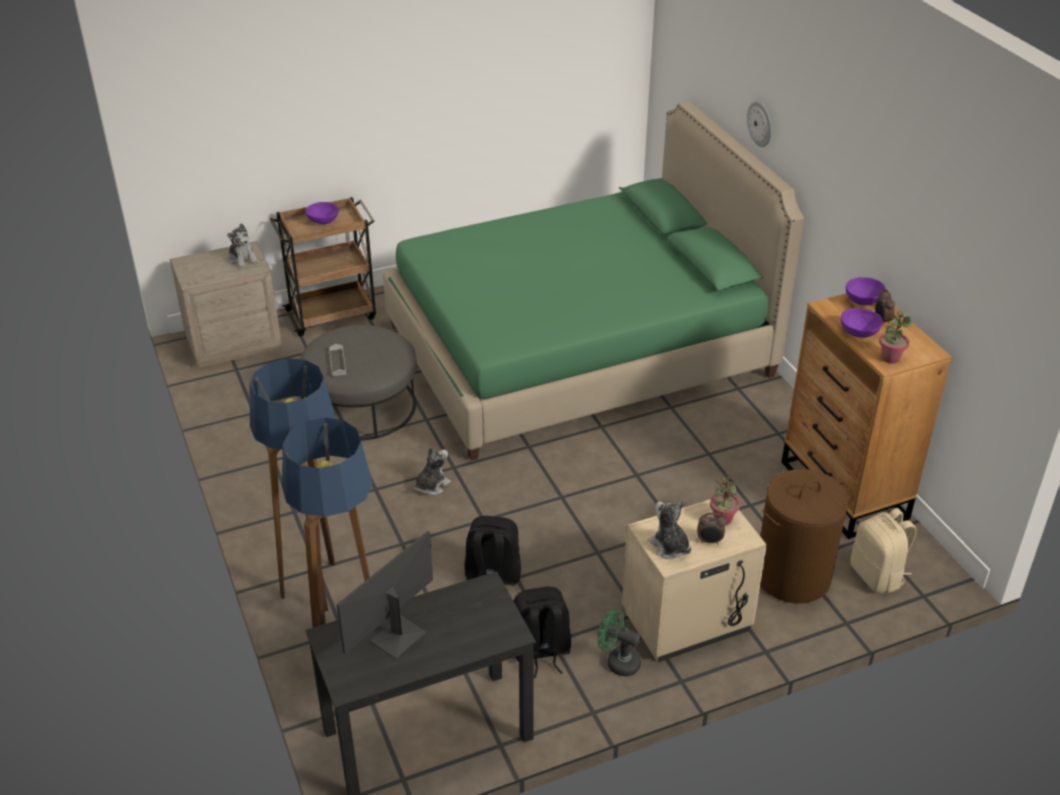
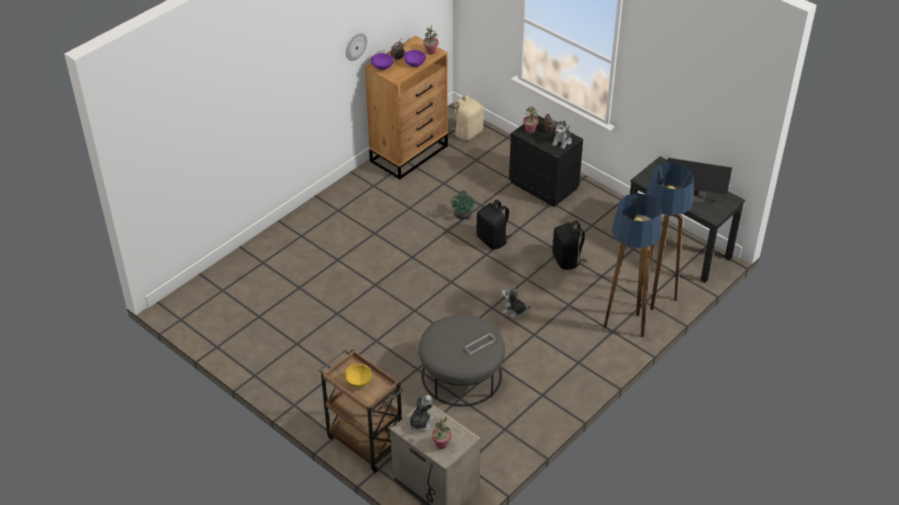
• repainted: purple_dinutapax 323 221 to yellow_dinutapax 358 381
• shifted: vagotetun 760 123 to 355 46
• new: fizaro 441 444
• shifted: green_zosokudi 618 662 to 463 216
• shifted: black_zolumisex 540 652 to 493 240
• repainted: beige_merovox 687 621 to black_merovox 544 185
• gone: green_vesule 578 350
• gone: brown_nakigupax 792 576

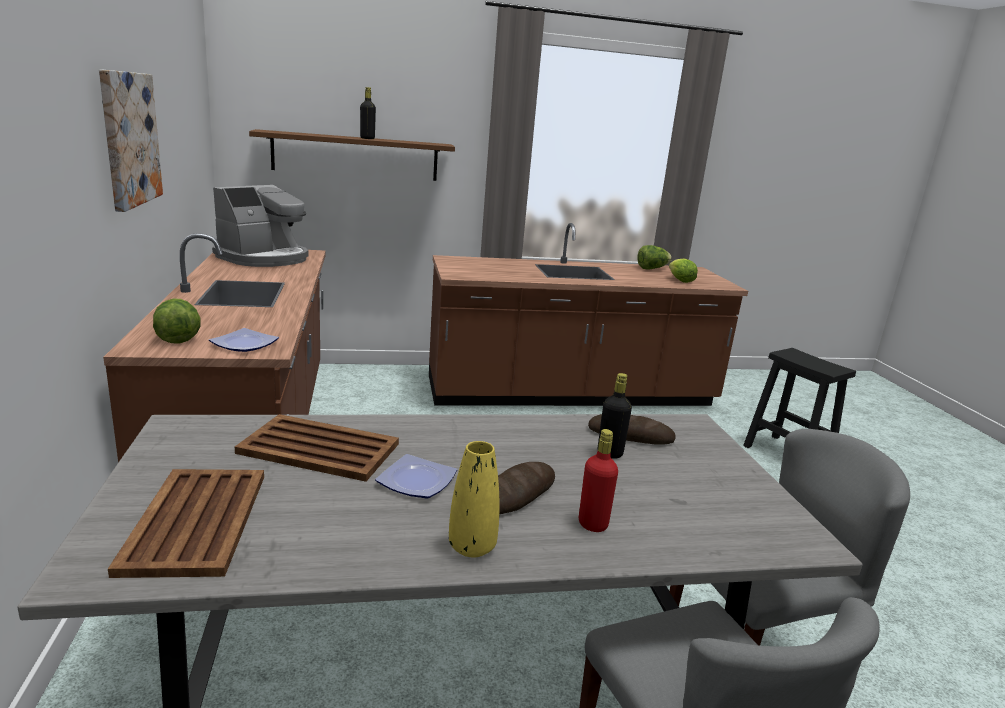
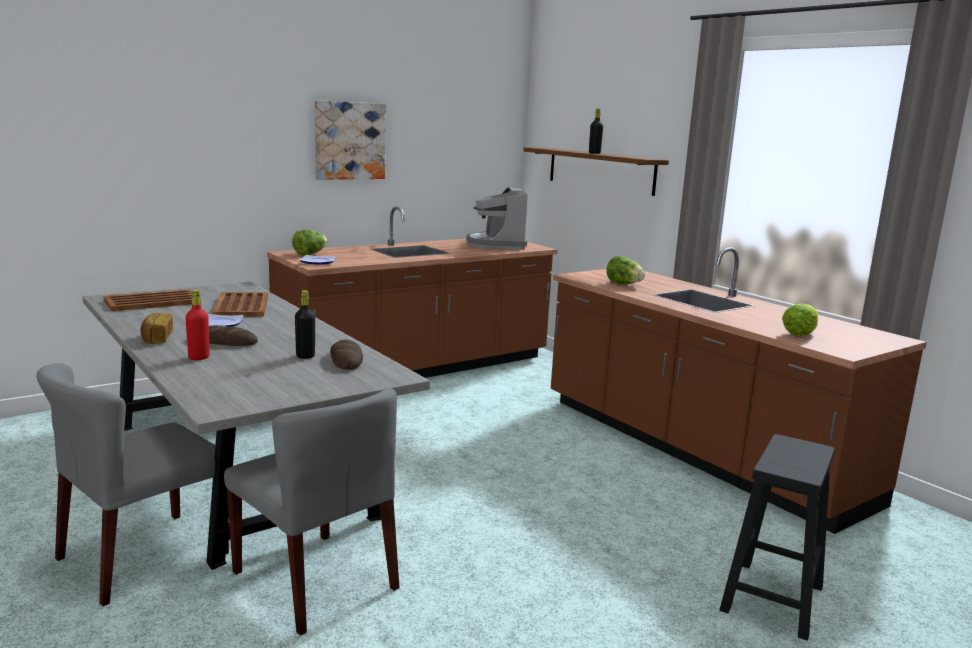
• swapped: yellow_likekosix 472 547 to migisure 156 339
• rotated: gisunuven 264 258 = 497 244 75 degrees clockwise
• shifted: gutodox 652 268 to 624 284

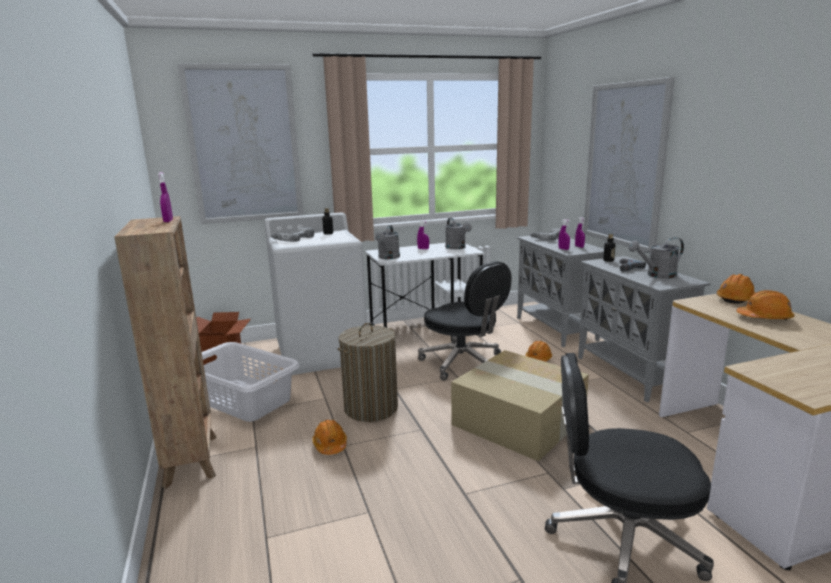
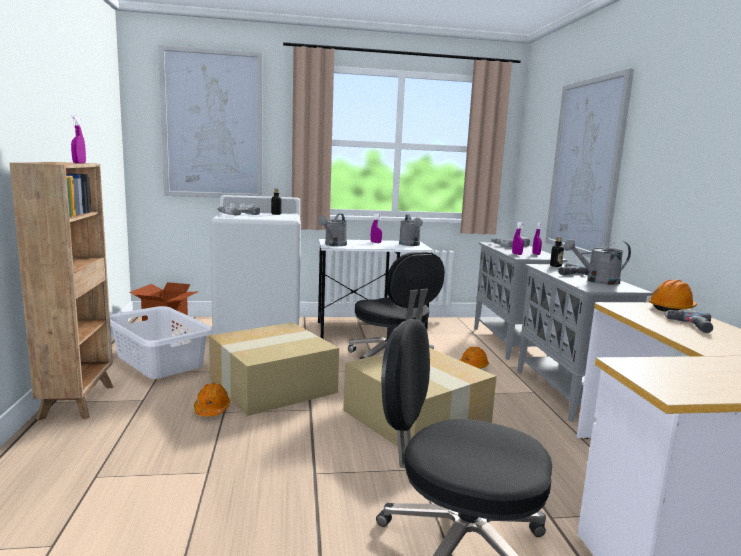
• swapped: nakigupax 371 408 to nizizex 273 384
• swapped: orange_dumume 764 317 to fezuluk 690 326

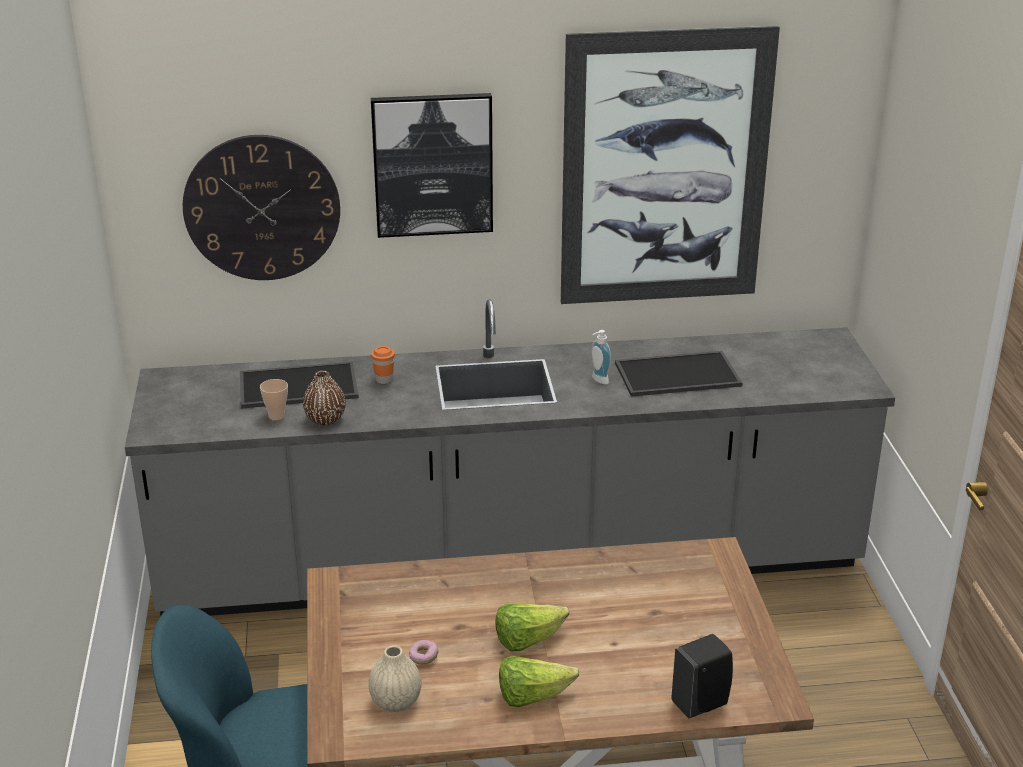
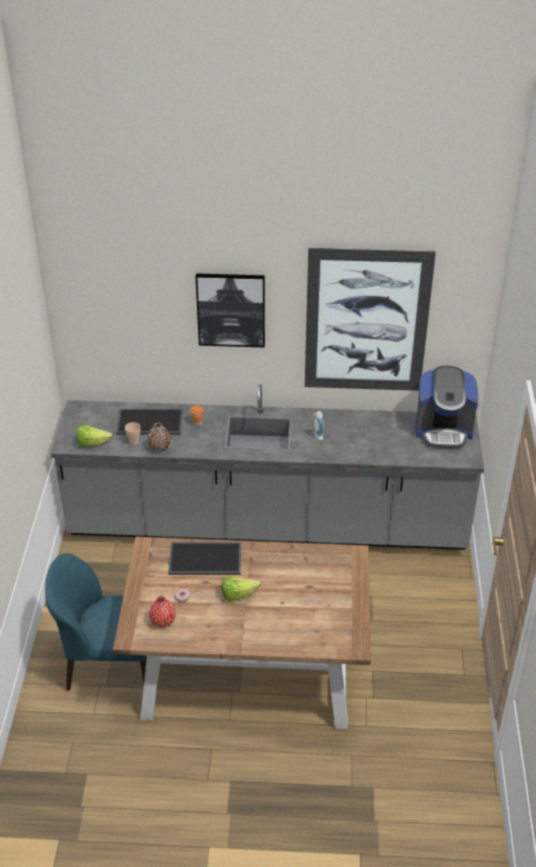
• shifted: gutodox 532 696 to 92 443
• repainted: beige_likekosix 395 701 to red_likekosix 162 621
• shifted: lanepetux 676 375 to 204 560
• new: gisunuven 443 430
• gone: vagotetun 262 208
• gone: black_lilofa 701 704

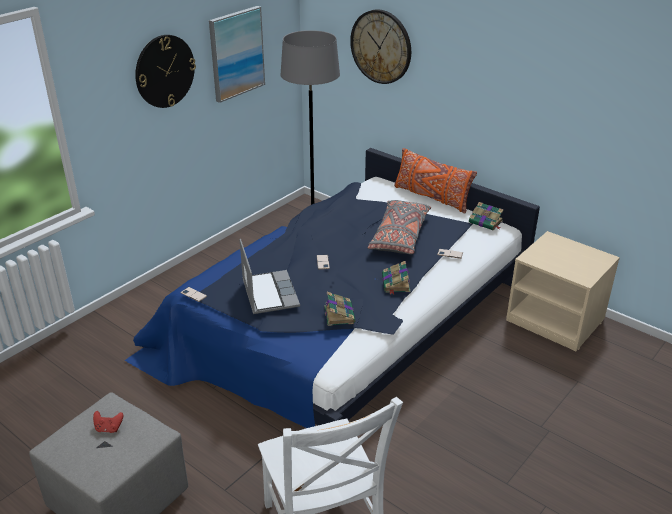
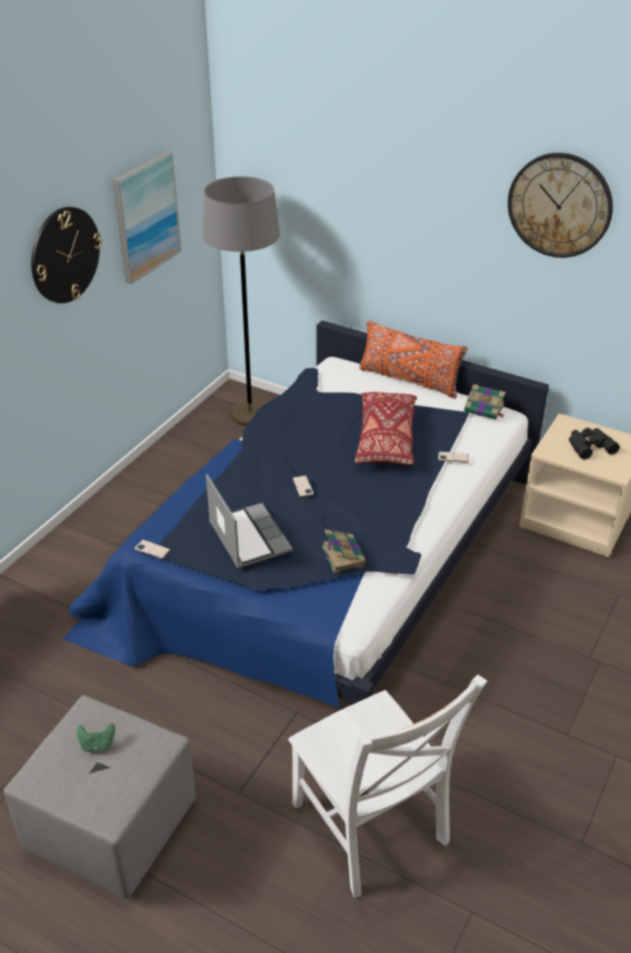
• repainted: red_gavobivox 109 428 to green_gavobivox 97 745
• repainted: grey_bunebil 399 236 to red_bunebil 386 439
• shifted: vagotetun 381 46 to 560 205
• new: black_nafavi 589 446
• gone: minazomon 396 284

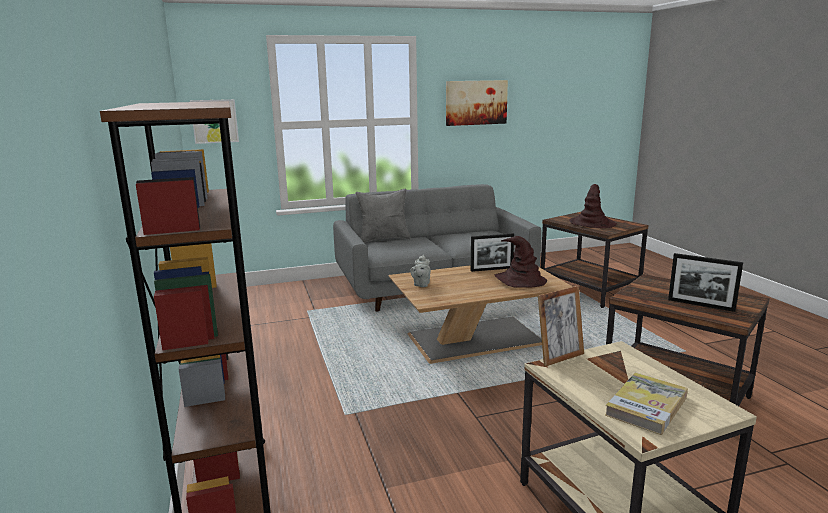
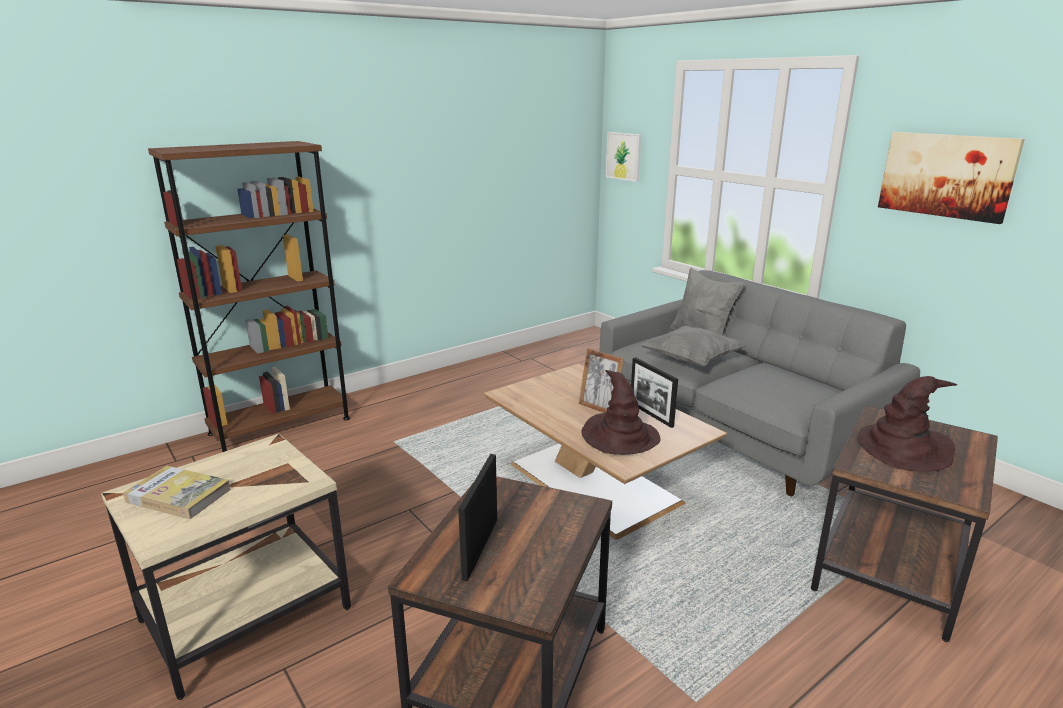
• shifted: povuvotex 559 357 to 599 408
• new: grey_bunebil 691 361
• gone: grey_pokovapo 421 284

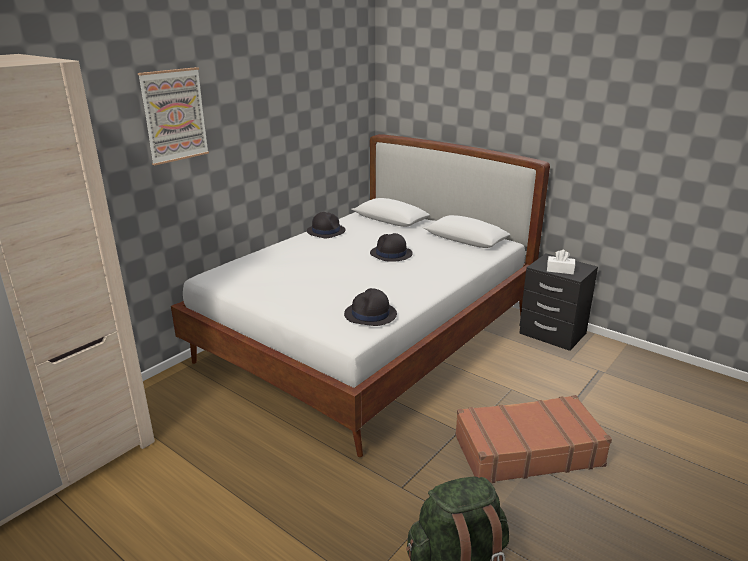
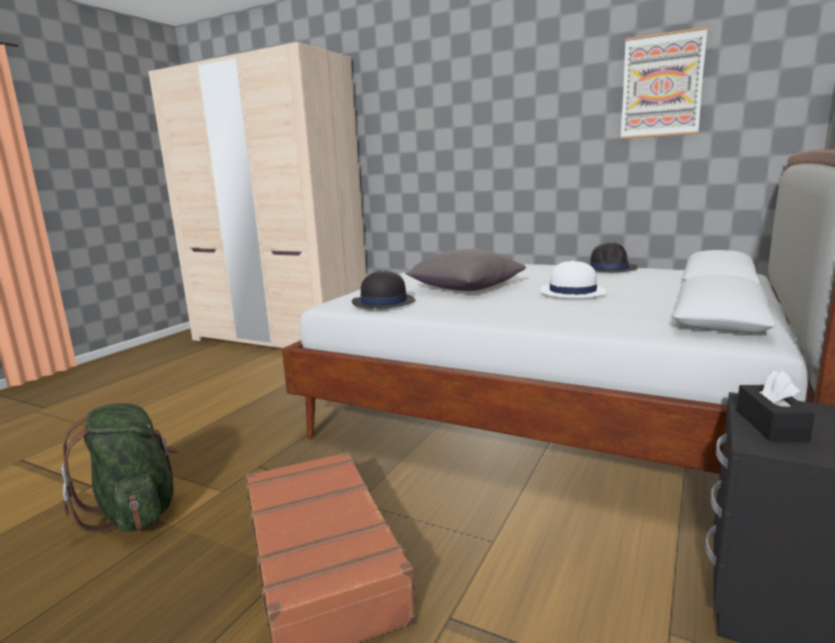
• new: grey_bunebil 465 288
• repainted: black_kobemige 391 254 to white_kobemige 572 292
• shifted: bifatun 174 115 to 661 86
• repainted: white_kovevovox 560 270 to black_kovevovox 770 425

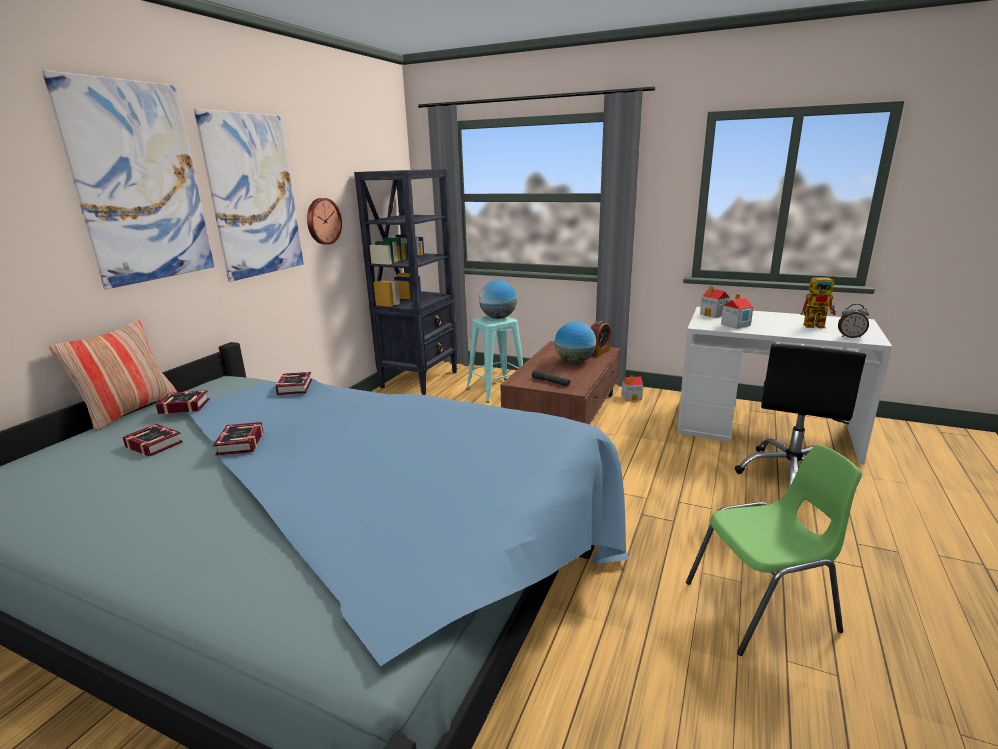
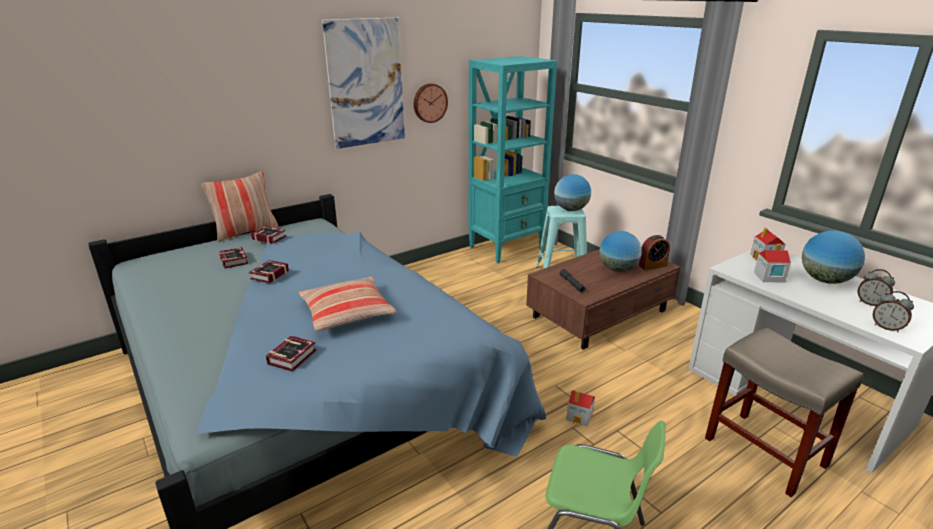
• shifted: minazomon 296 386 to 294 356
• new: bunebil 347 312
• repainted: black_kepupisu 420 379 to turquoise_kepupisu 507 248
• shifted: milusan 631 397 to 580 416
• swapped: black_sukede 790 475 to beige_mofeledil 763 451
• new: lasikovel 825 280
• swapped: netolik 818 325 to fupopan 870 303
• gone: bifatun 140 184

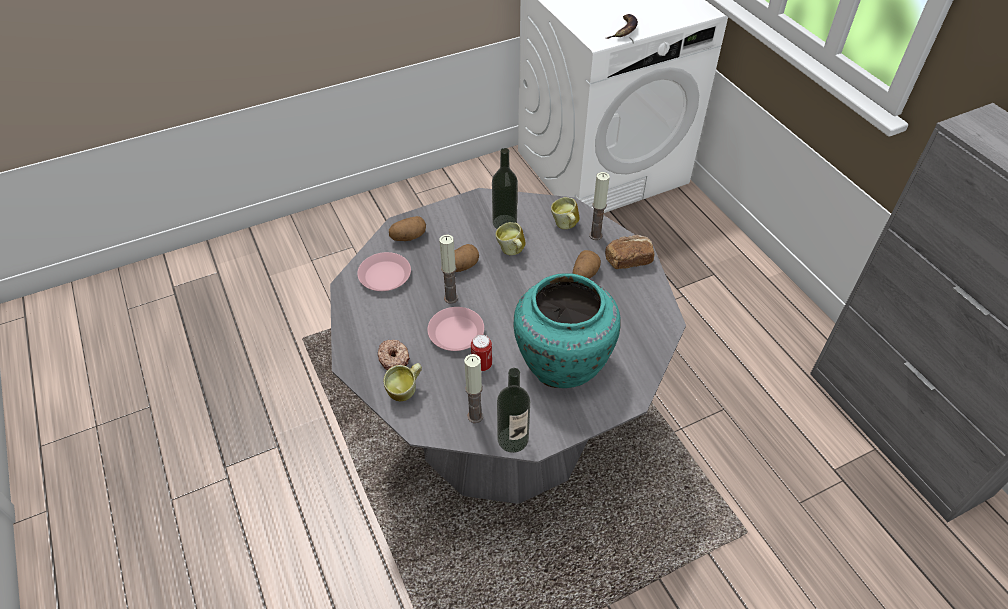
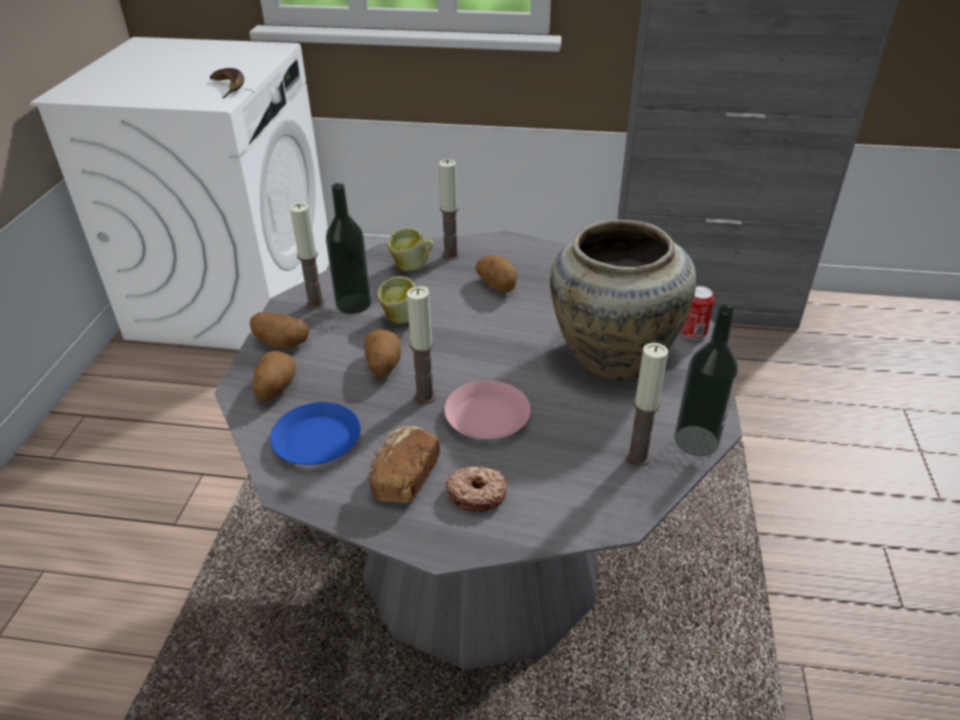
• new: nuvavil 280 343
• repainted: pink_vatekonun 384 276 to blue_vatekonun 317 440
• new: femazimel 315 304
• shifted: migisure 628 260 to 403 478
• repainted: turquoise_likekosix 563 362 to beige_likekosix 611 354
• shifted: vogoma 482 365 to 693 333
• gone: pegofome 405 392

